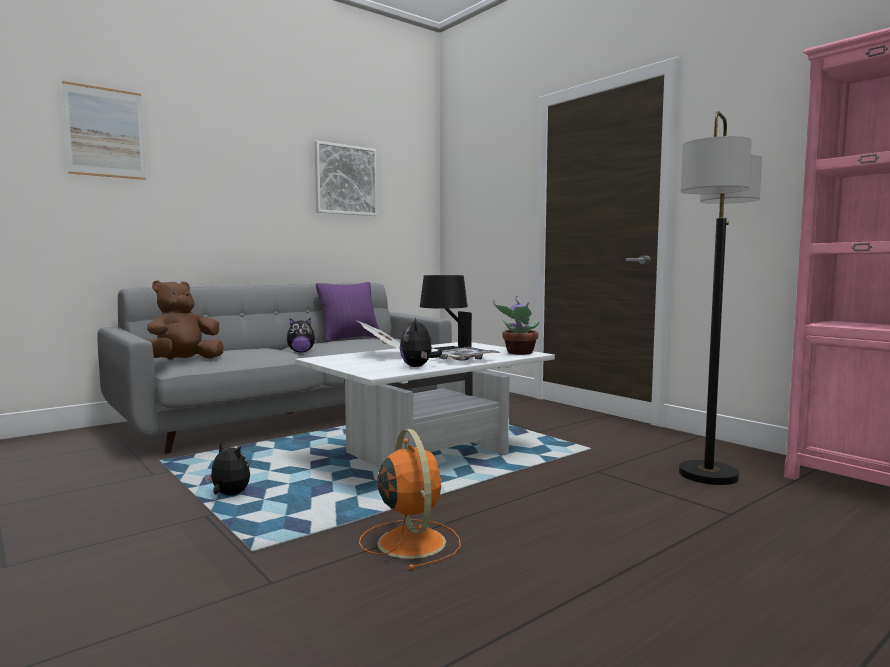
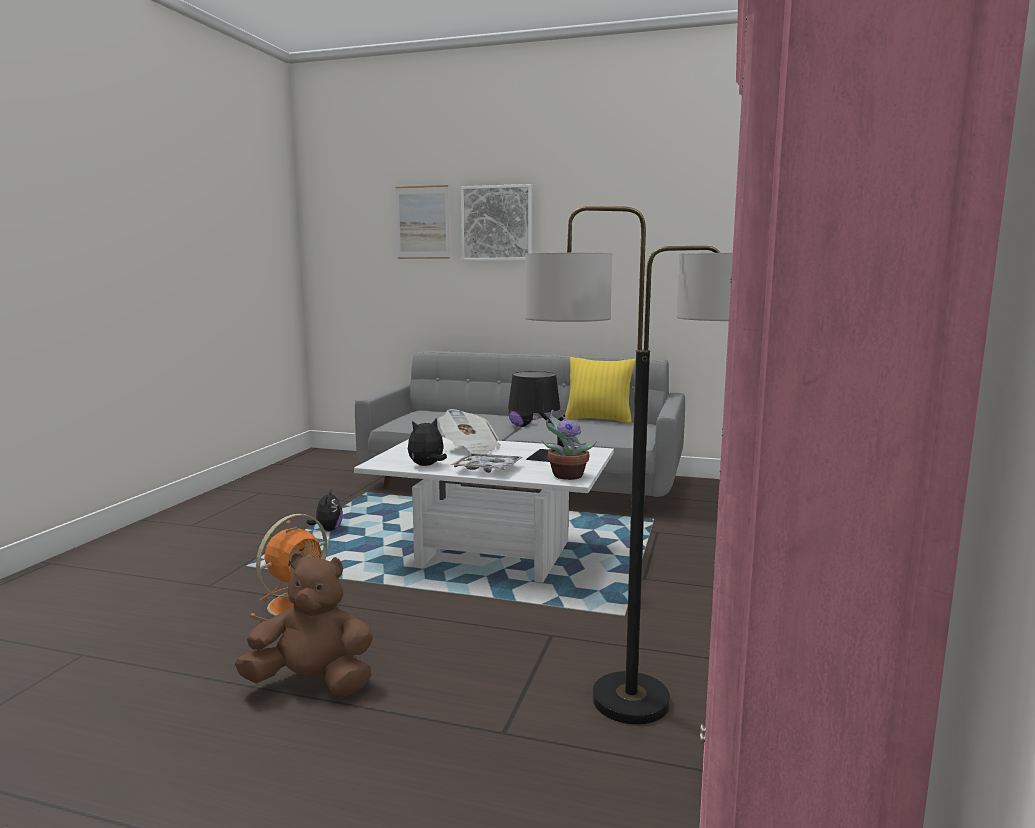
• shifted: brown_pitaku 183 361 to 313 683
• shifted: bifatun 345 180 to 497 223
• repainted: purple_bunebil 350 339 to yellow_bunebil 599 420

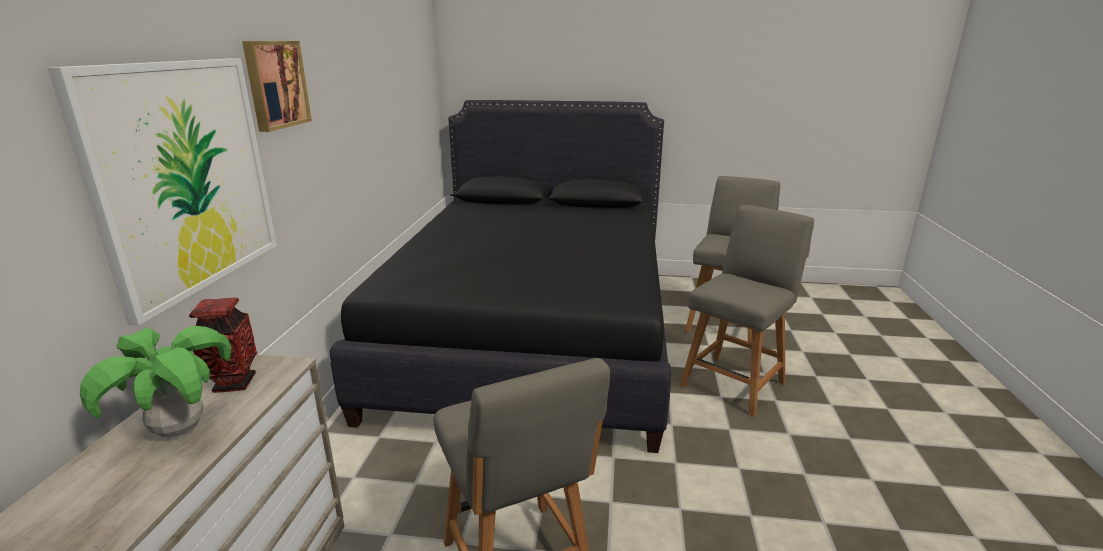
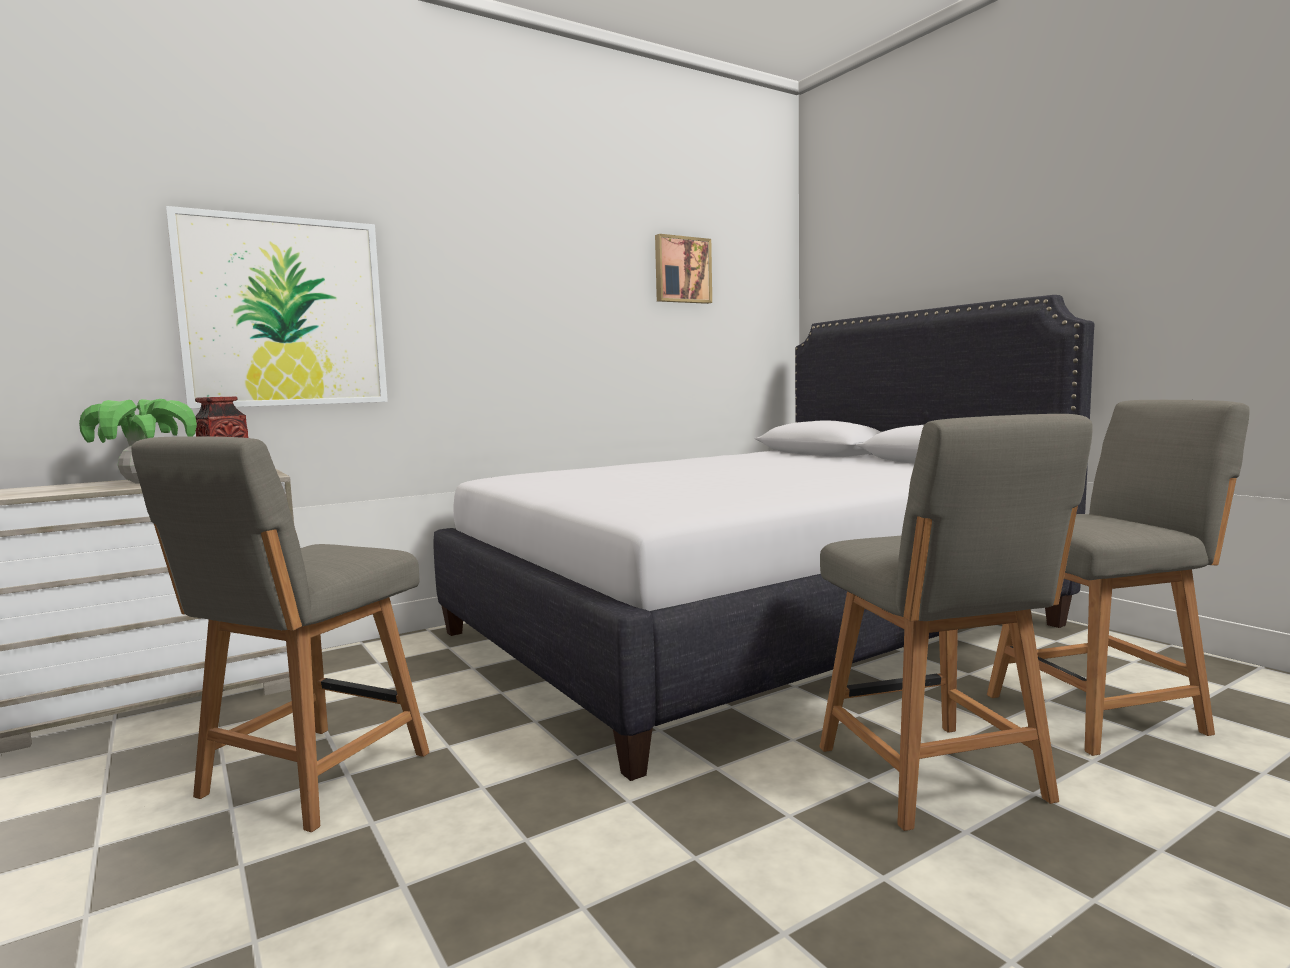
• repainted: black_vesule 532 334 to white_vesule 751 628
• shifted: bifatun 275 84 to 682 270
• rotated: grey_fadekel 734 382 = 935 777 75 degrees clockwise

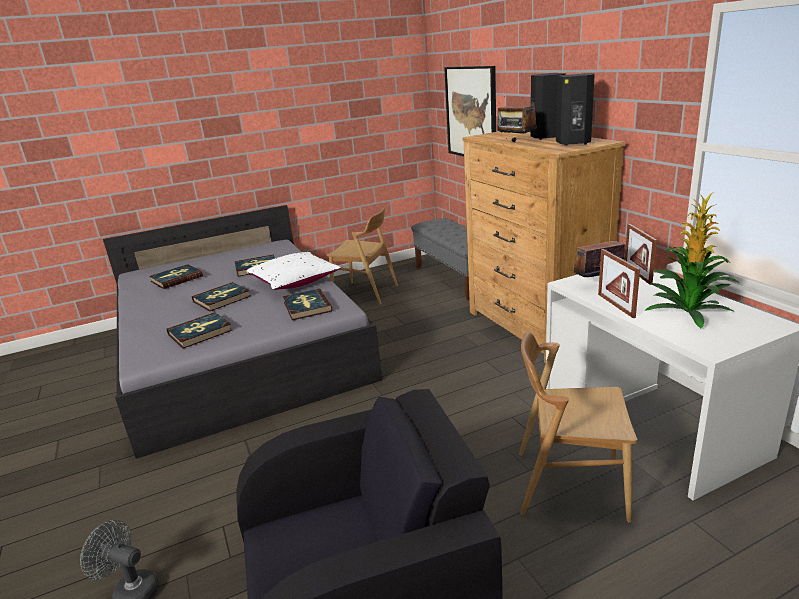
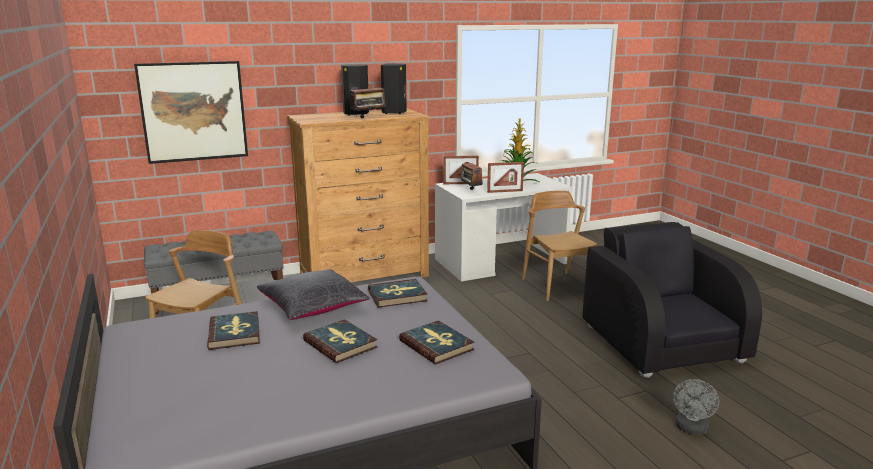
• repainted: white_bunebil 294 281 to black_bunebil 313 307
• rotated: brown_fadekel 569 484 = 557 286 150 degrees clockwise
• gone: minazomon 176 279

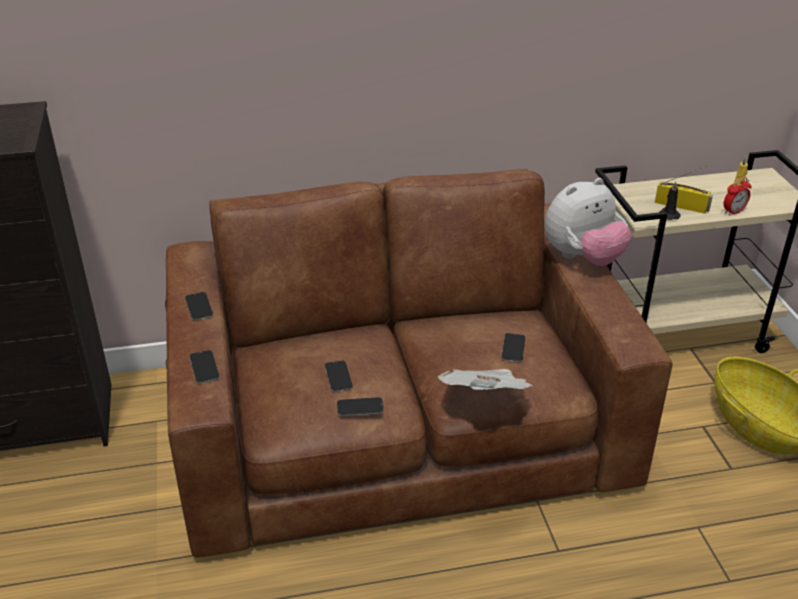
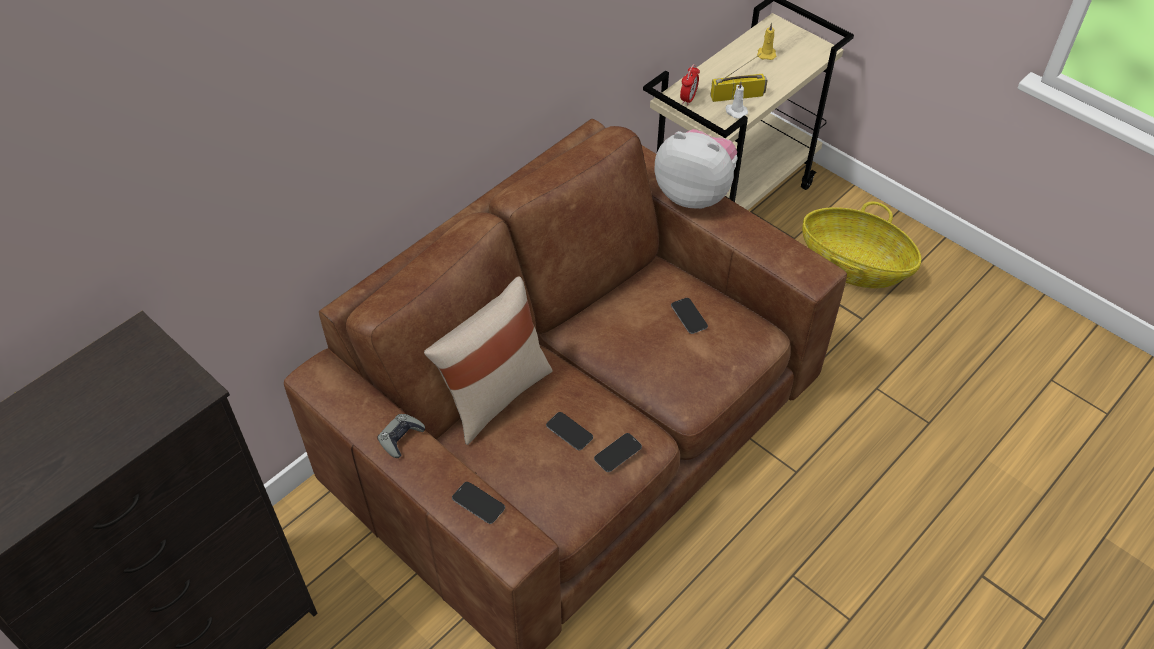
• swapped: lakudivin 199 307 to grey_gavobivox 401 438
• new: beige_bunebil 494 394
• rotated: pitaku 583 258 = 694 193 90 degrees counterclockwise
• shifted: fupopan 733 212 to 688 99
• repainted: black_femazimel 668 214 to white_femazimel 735 111
• gone: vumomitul 485 398

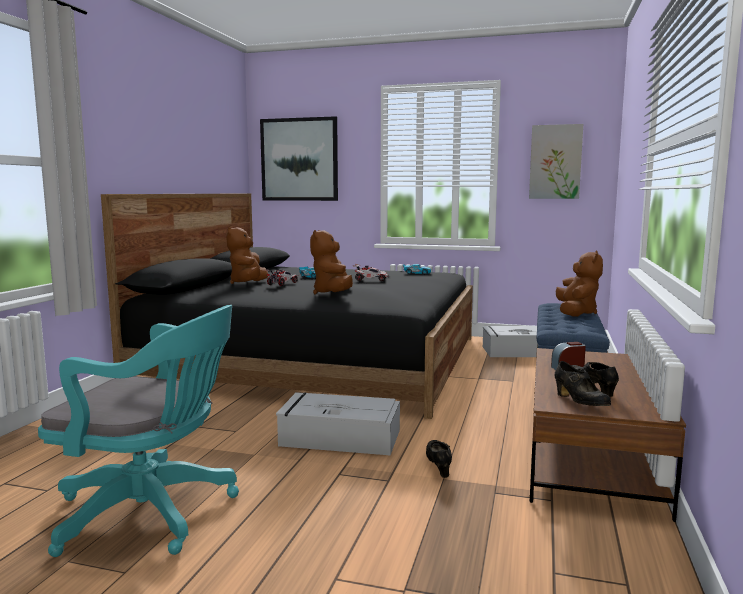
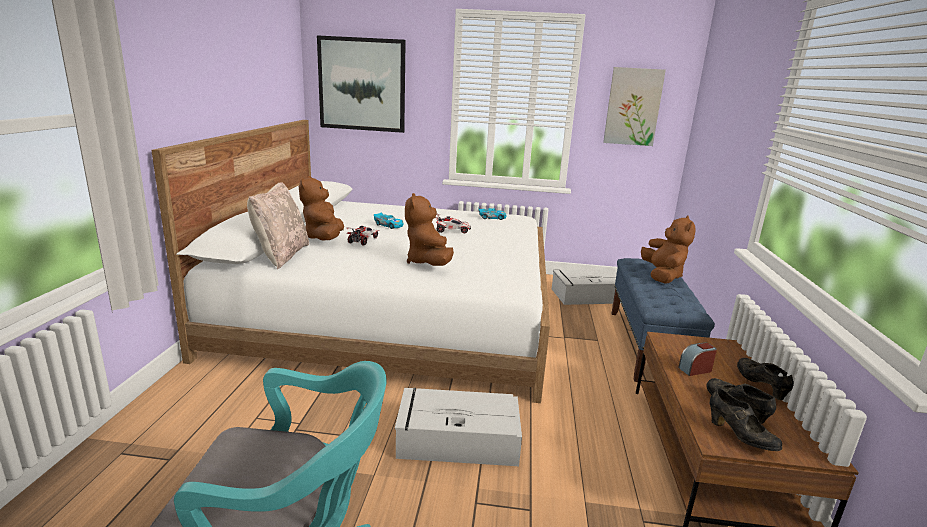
• repainted: black_vesule 317 359 to white_vesule 395 311
• new: beige_bunebil 281 255
• shifted: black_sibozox 438 466 to 761 386

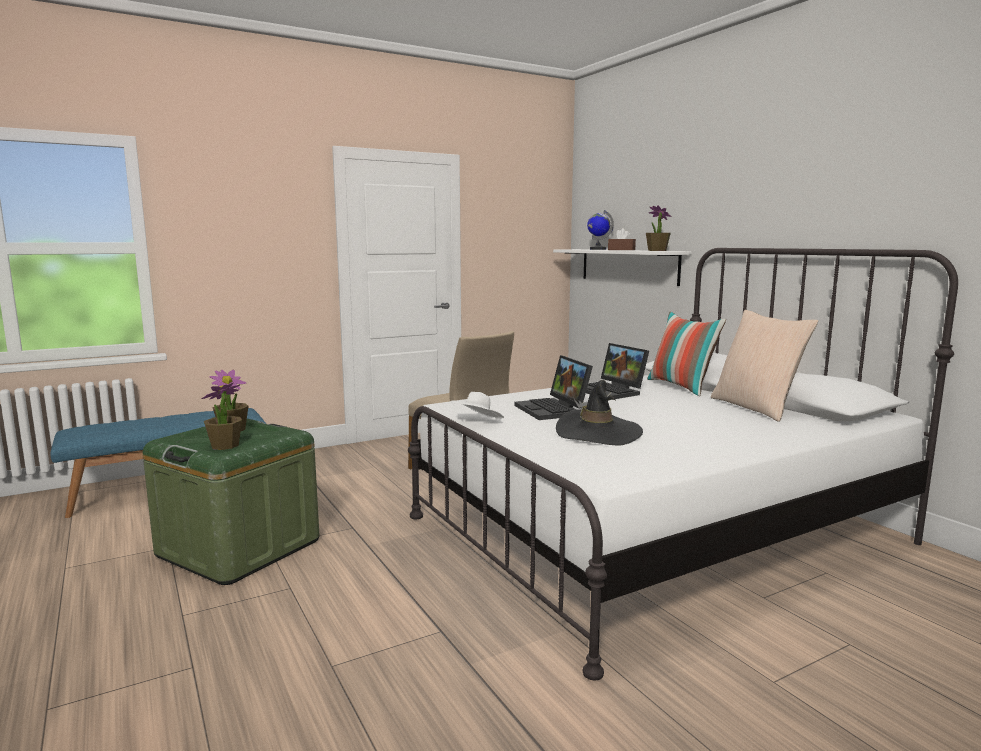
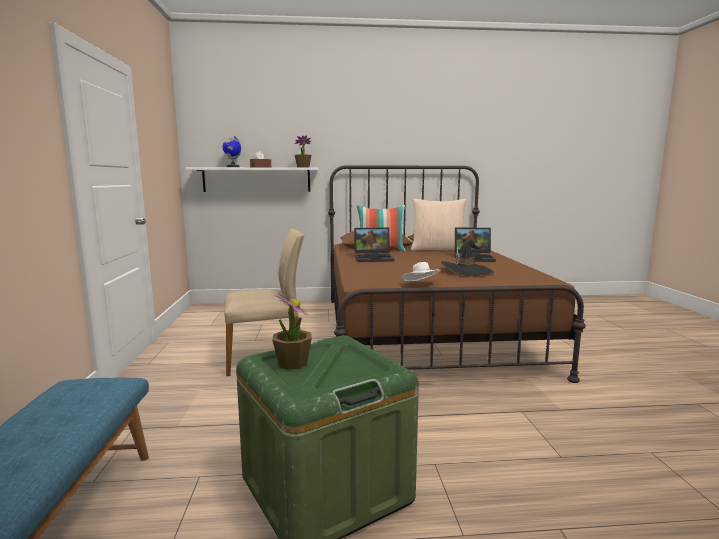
• repainted: white_vesule 656 530 to brown_vesule 424 332
• shifted: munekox 554 410 to 474 258
• gone: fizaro 224 446

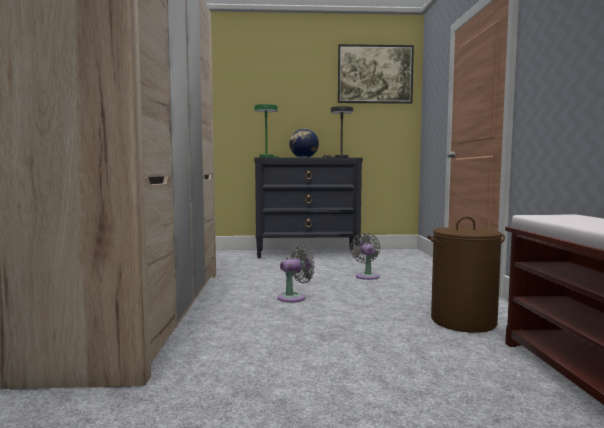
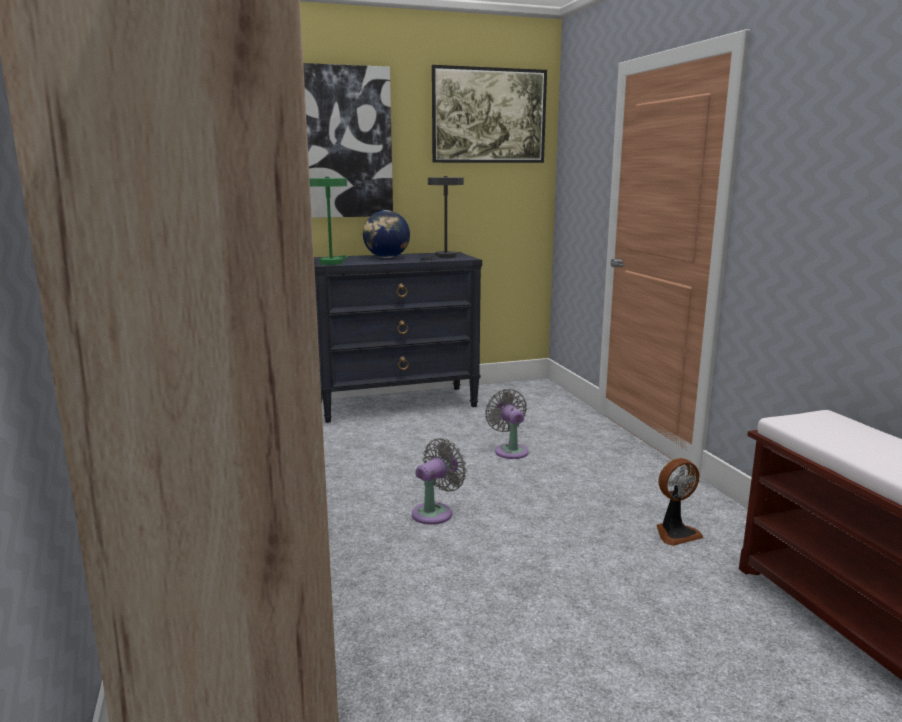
• new: bifatun 343 143
• swapped: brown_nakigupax 463 321 to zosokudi 675 533

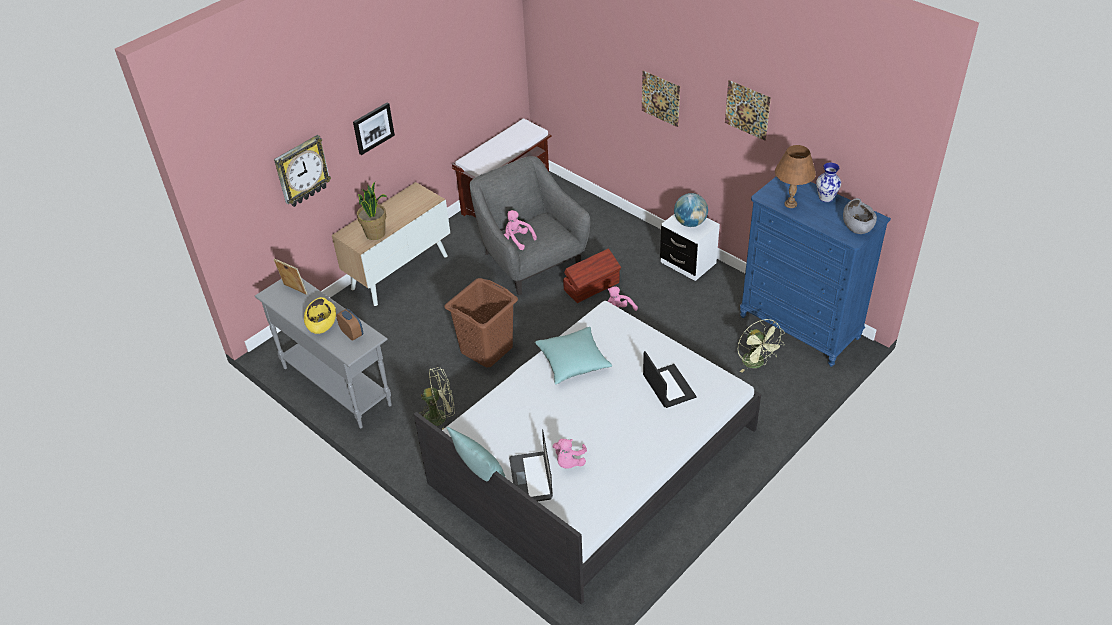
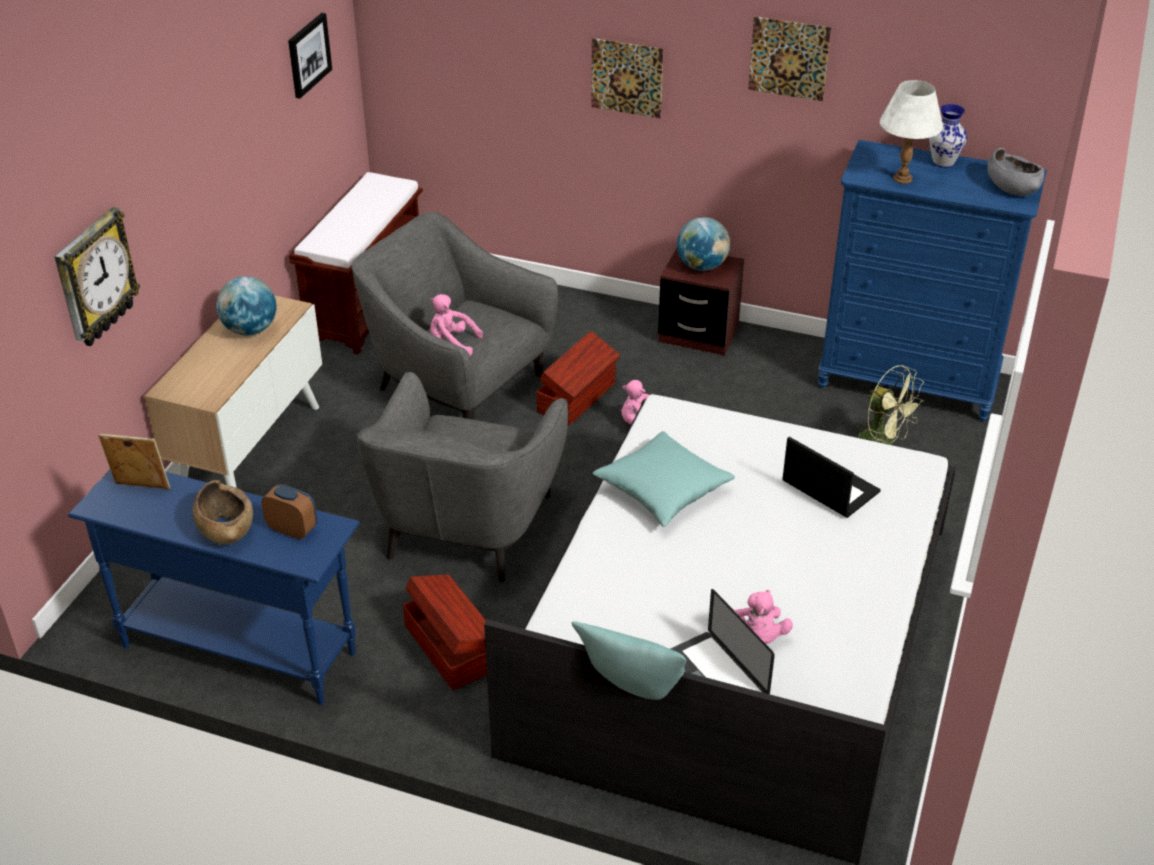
• repainted: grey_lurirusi 336 385 to blue_lurirusi 238 649
• repainted: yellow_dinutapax 321 323 to brown_dinutapax 225 527
• new: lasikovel 250 330
• shifted: bifatun 373 128 to 308 55
• swapped: brown_nakigupax 486 349 to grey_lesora 466 526
• swapped: green_zosokudi 440 416 to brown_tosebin 450 647
• repainted: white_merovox 688 263 to brown_merovox 698 334
• repainted: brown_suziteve 791 204 to white_suziteve 903 178
• gone: fizaro 375 233

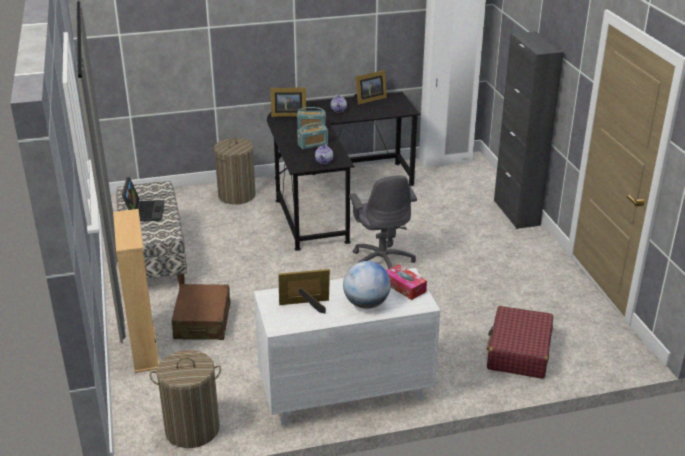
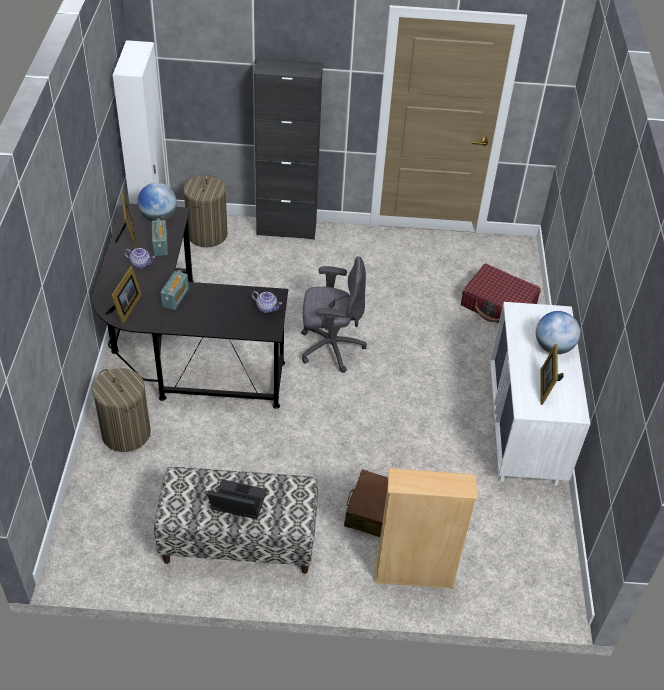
• new: lasikovel 158 217
• shifted: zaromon 312 144 to 160 245
• shifted: nakigupax 192 429 to 207 235
• gone: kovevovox 404 287

